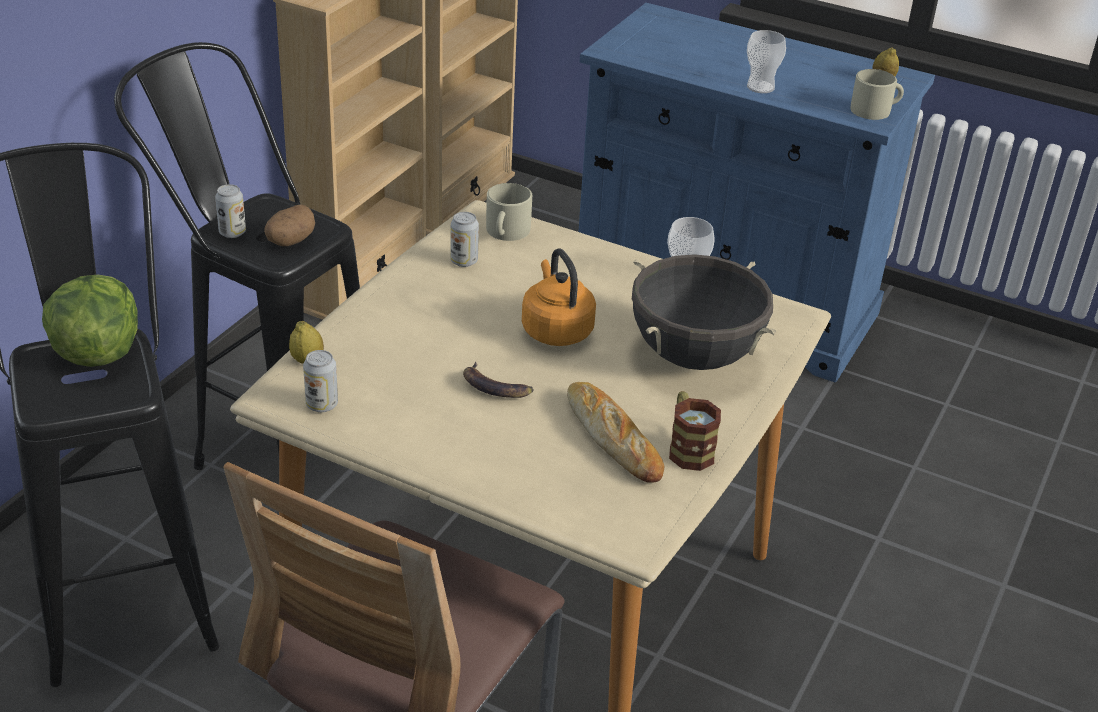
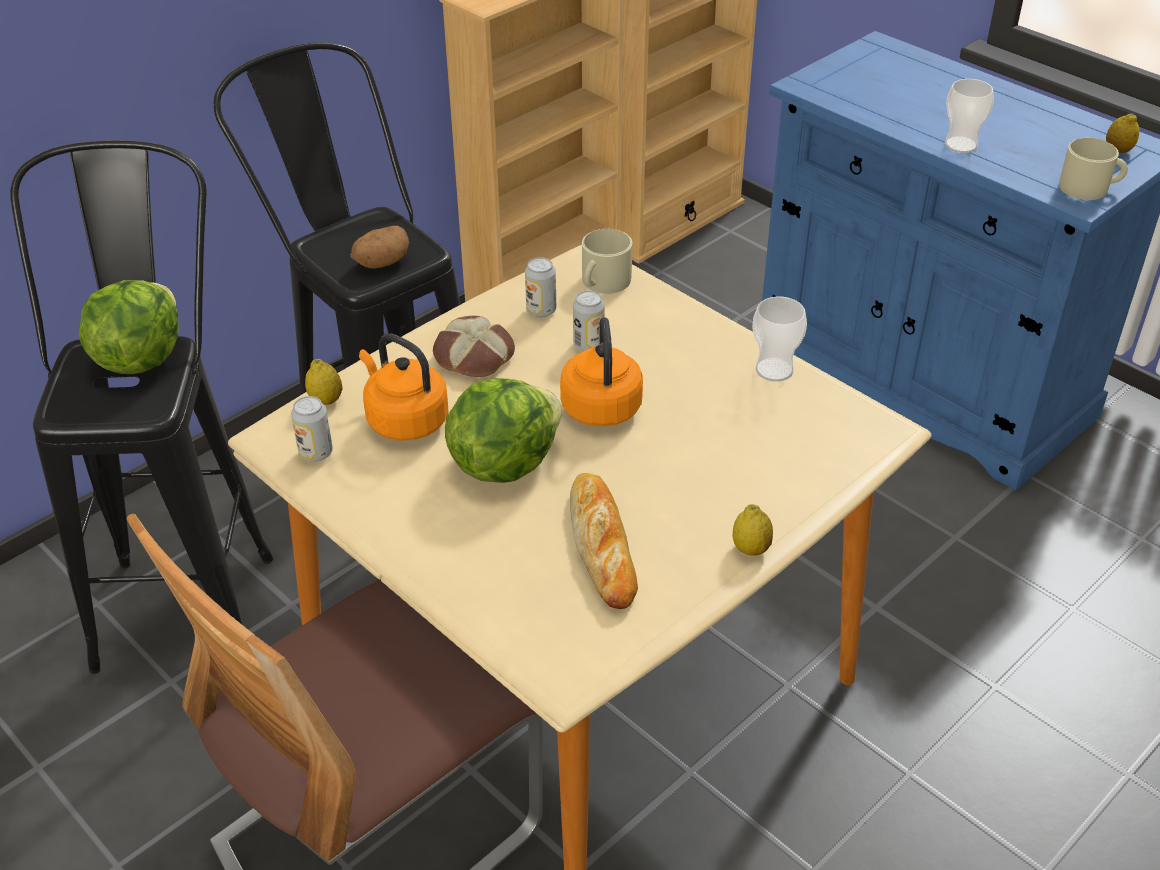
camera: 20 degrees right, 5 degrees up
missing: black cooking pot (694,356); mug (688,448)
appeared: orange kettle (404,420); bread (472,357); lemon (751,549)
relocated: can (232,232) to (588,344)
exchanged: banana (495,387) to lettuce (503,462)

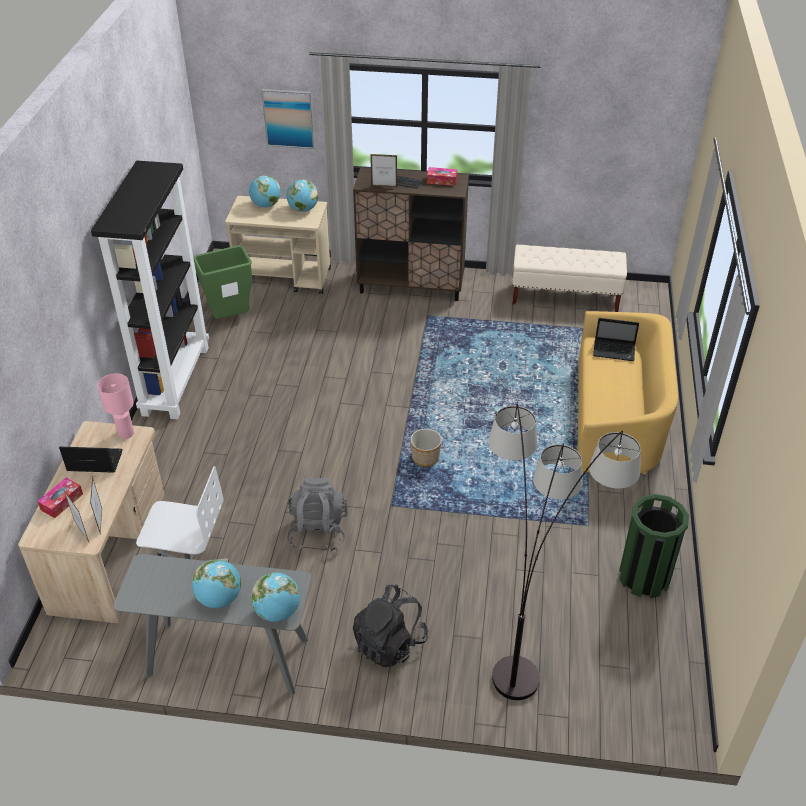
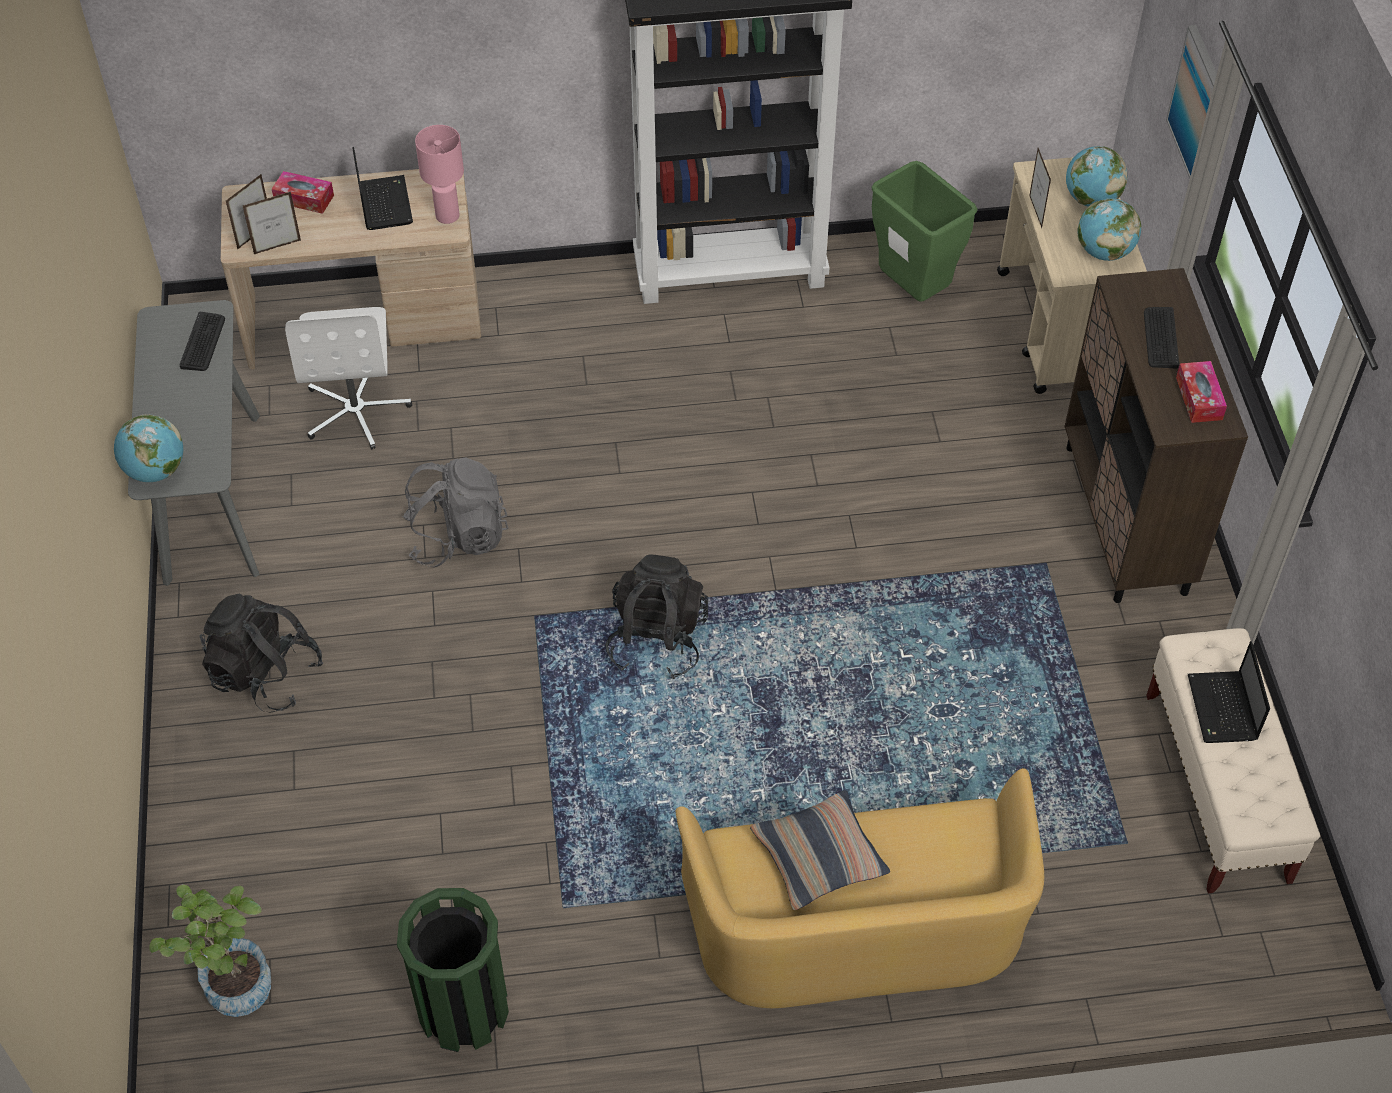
camera: 75 degrees right, 10 degrees up
missing: globe (219,599); floor lamp (531,633)
appeared: potted plant (231,981); keyboard (203,342); pillow (819,857)
relocated: picture frame (384,186) to (1035,212); laptop (615,351) to (1223,710)
exchanged: planter (425,458) to black backpack (657,640)

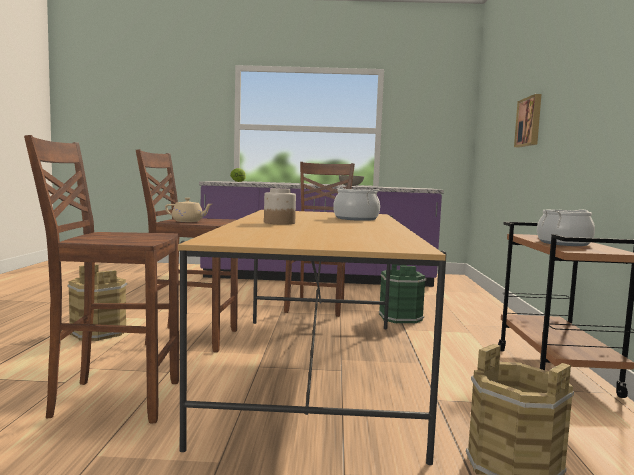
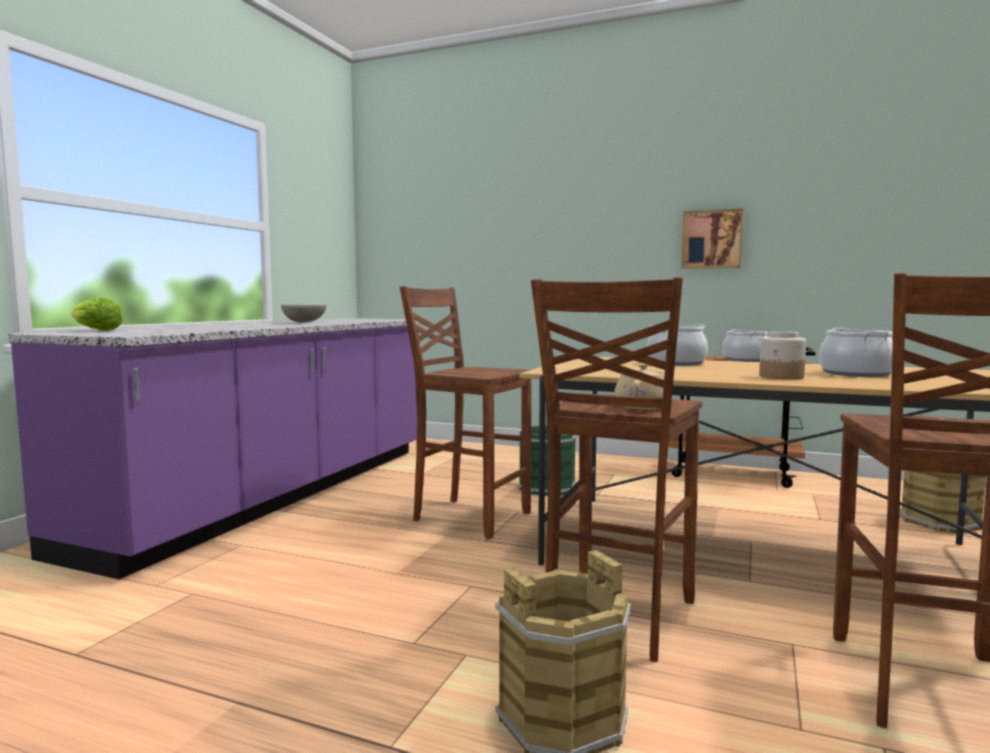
camera: 70 degrees left, 0 degrees up
appeared: cooking pot (856,374)
relocated: picture (530,122) to (712,239)

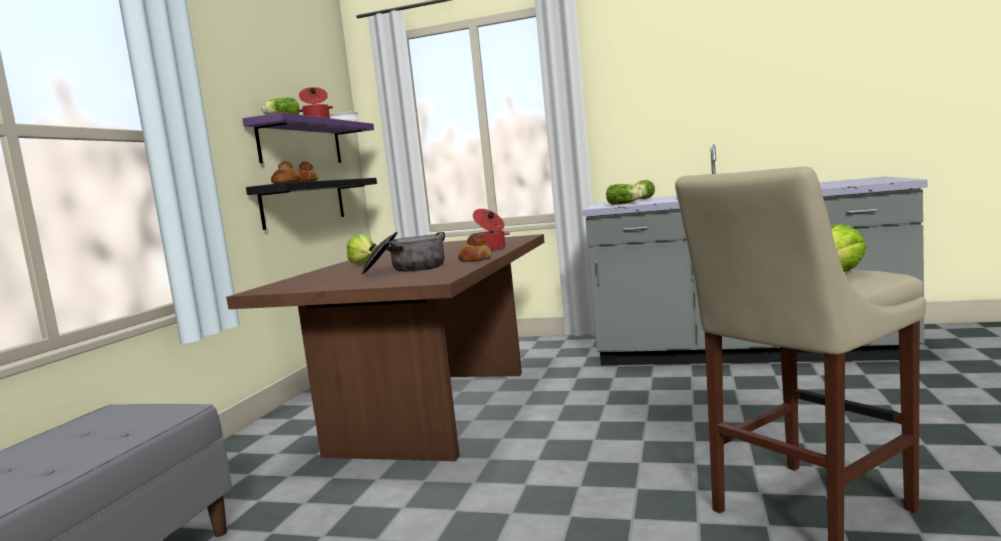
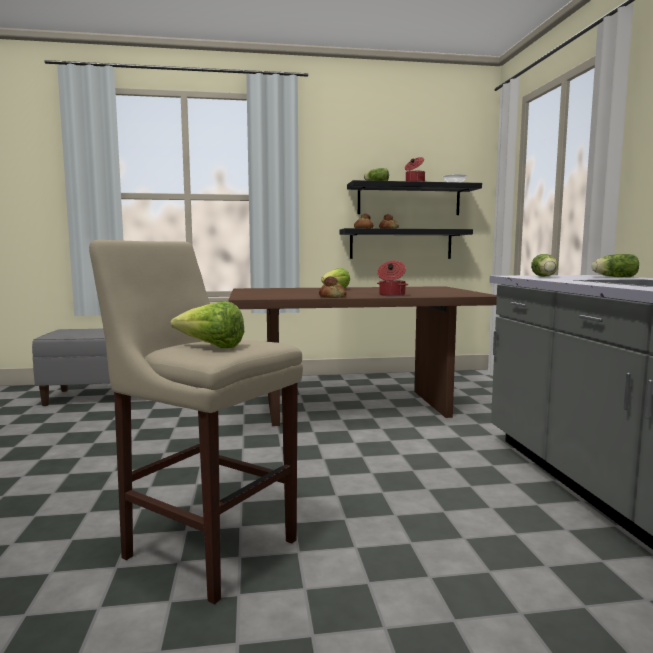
camera: 65 degrees right, 0 degrees up
missing: cooking pot (406,269)
colour: purple shelf (301,143) to black shelf (409,200)

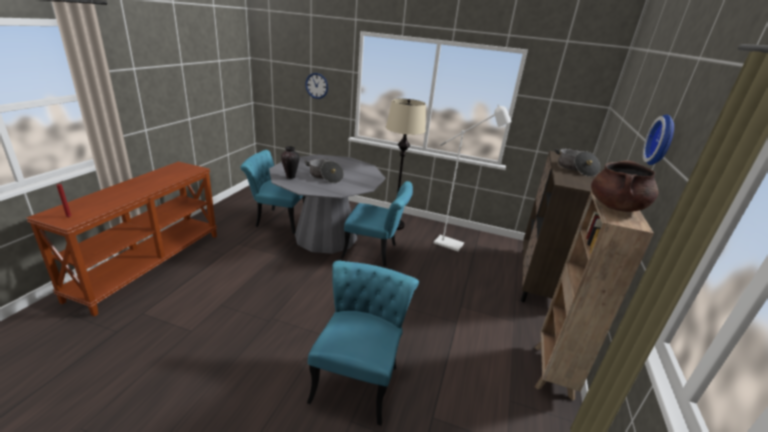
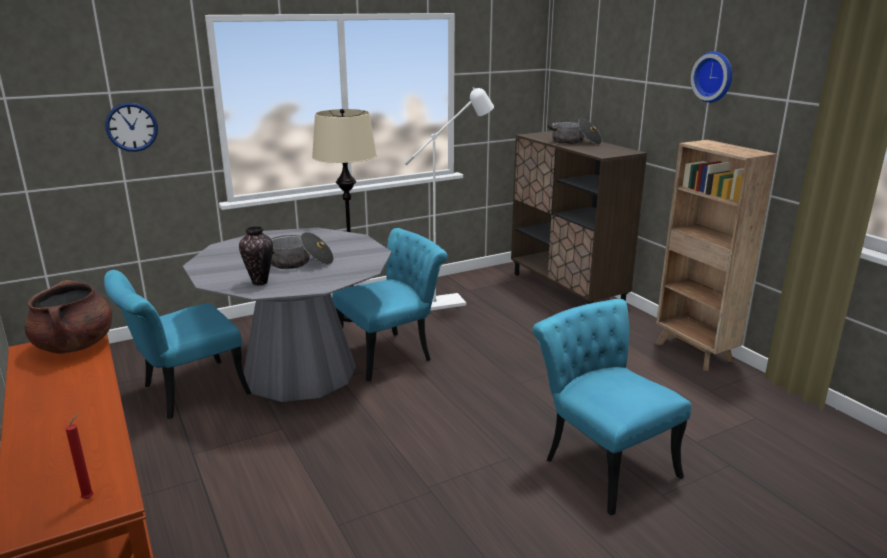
camera: 45 degrees left, 5 degrees down
relocated: brown cooking pot (616,207) to (75,346)

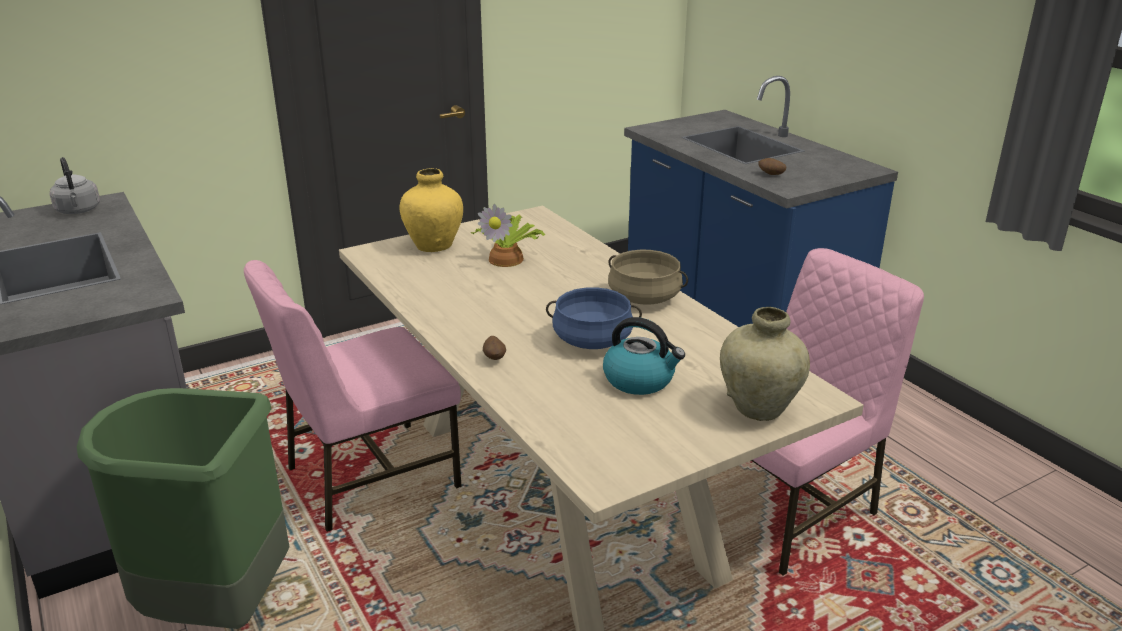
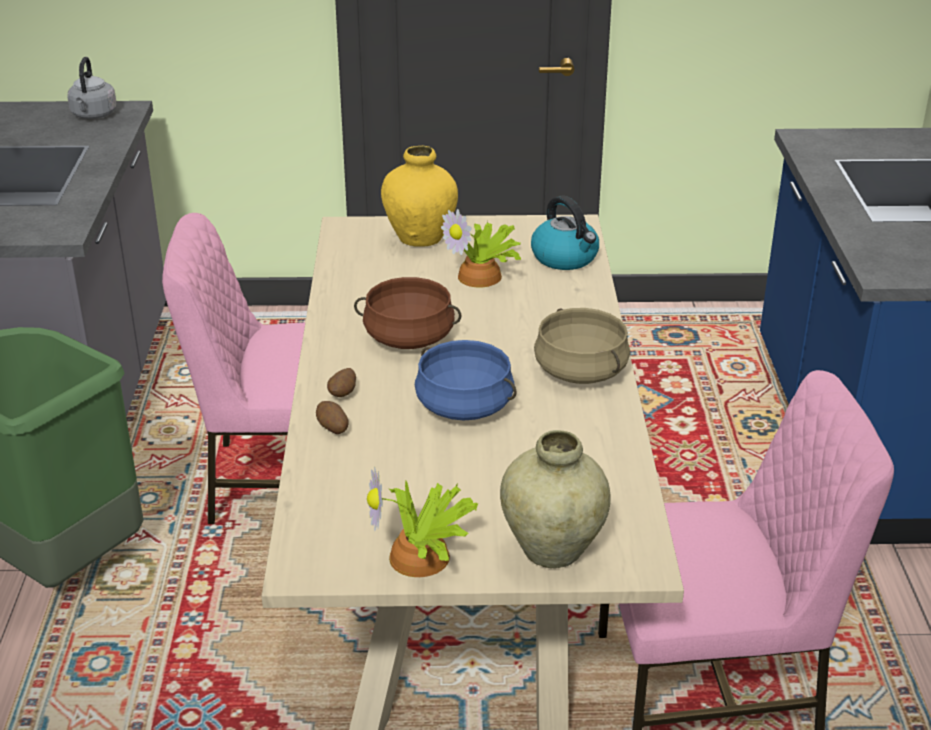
camera: 30 degrees right, 5 degrees up
appeared: brown cooking pot (408,338); potted plant (423,558)
relocated: kettle (640,380) to (565,258); potato (771,174) to (332,429)

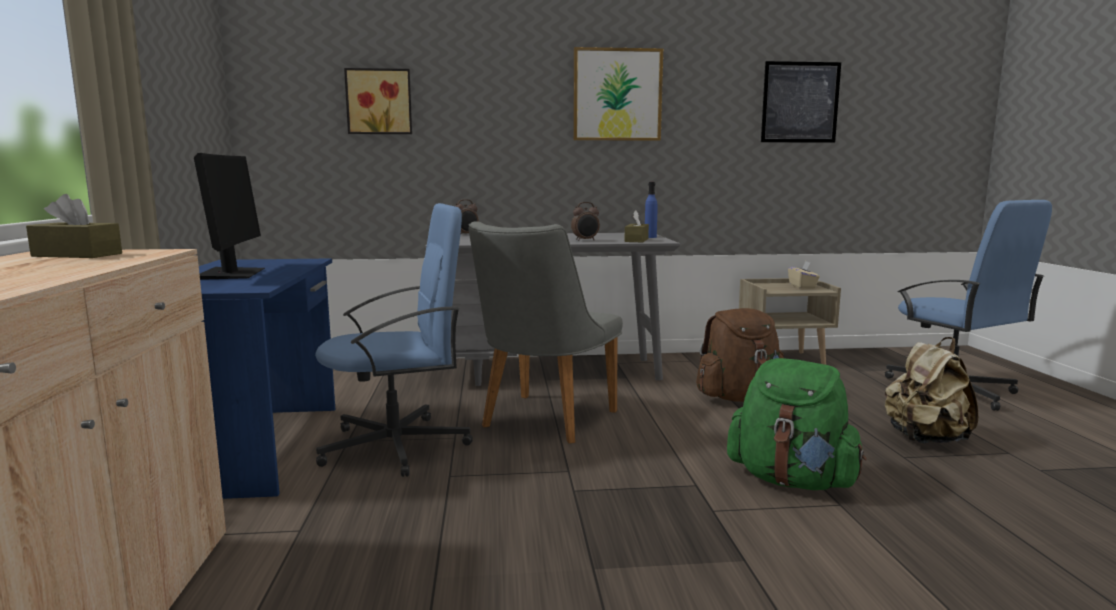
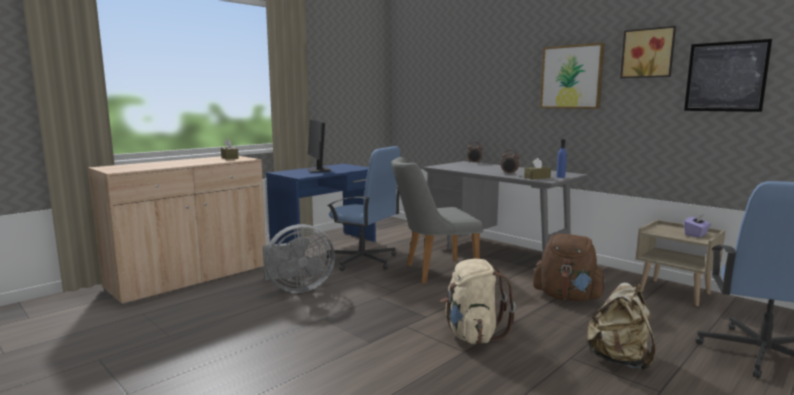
camera: 50 degrees right, 0 degrees up
appeared: grey fan (297,288)
relocated: picture (379,102) to (648,53)
colour: green backpack (791,480) to beige backpack (472,335); beige tissue box (802,286) to purple tissue box (696,234)
spun: monitor (232,274) = (318,170) 120 degrees clockwise

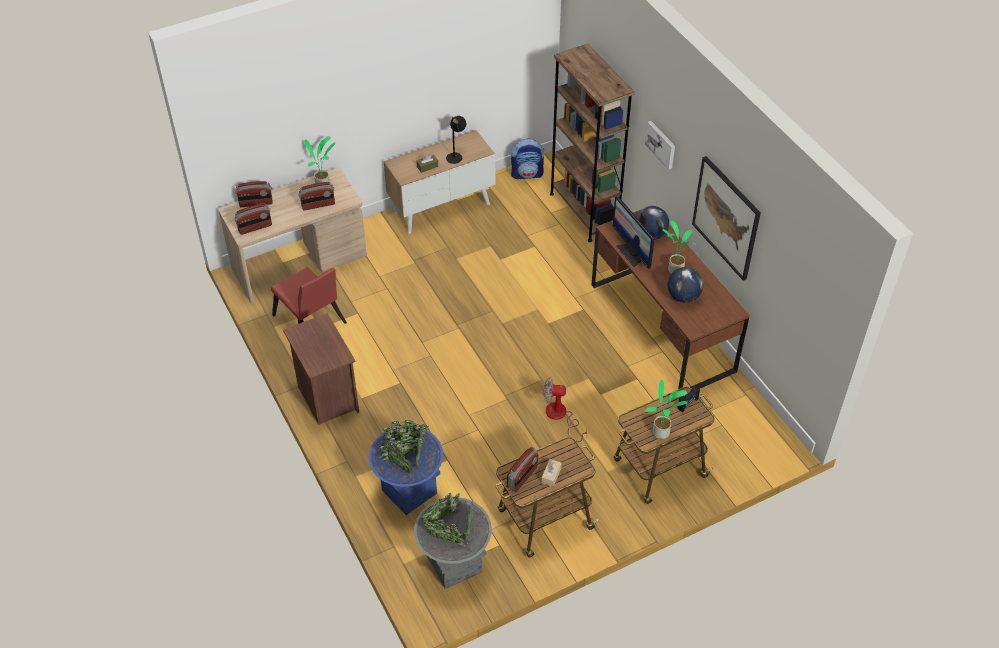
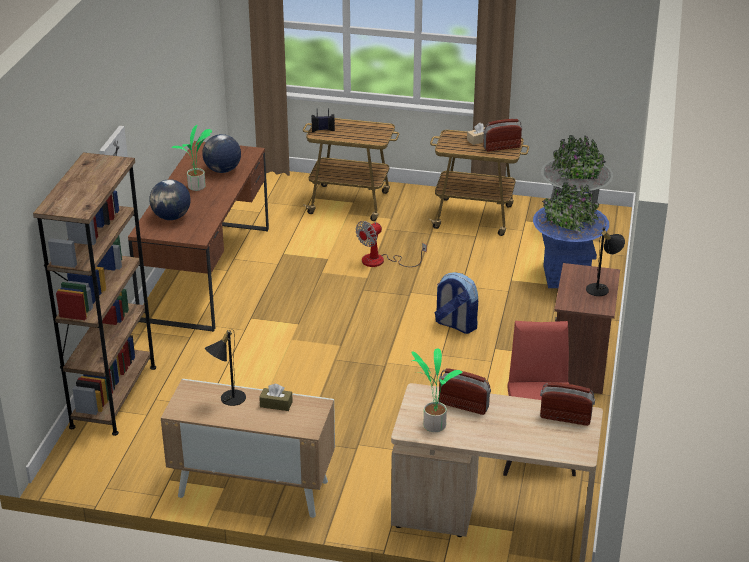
camera: 140 degrees left, 15 degrees down
missing: radio (256,203); monitor (632,253); potted plant (662,433); picture (726,217)
appeared: black table lamp (601,289)
relocated: backpack (527,174) to (455,325)
spun: fan (560,417) = (381,261) 90 degrees clockwise

